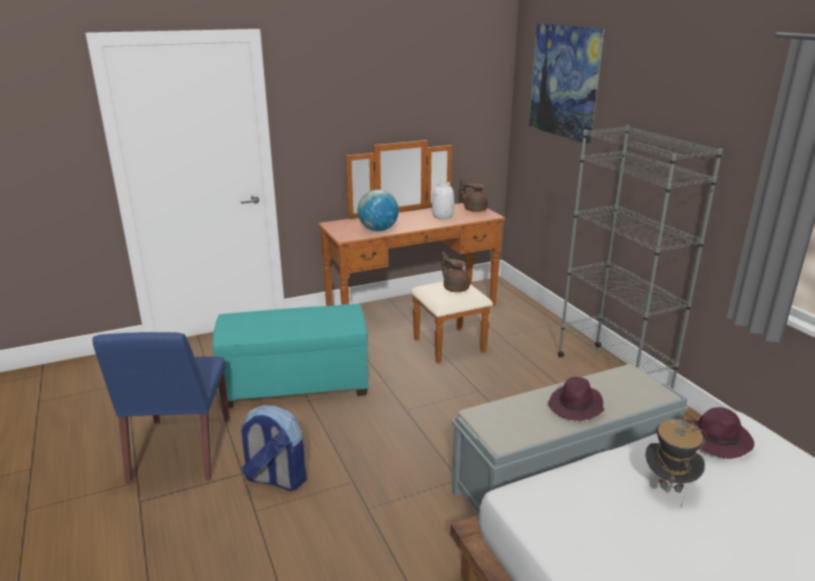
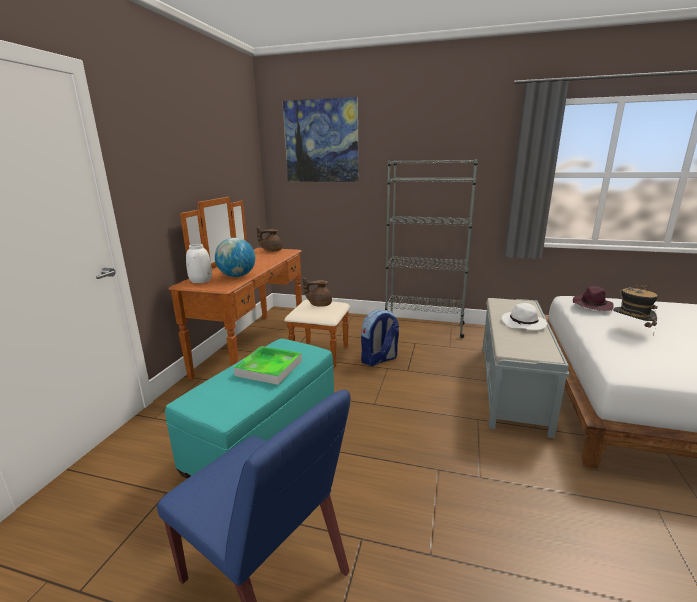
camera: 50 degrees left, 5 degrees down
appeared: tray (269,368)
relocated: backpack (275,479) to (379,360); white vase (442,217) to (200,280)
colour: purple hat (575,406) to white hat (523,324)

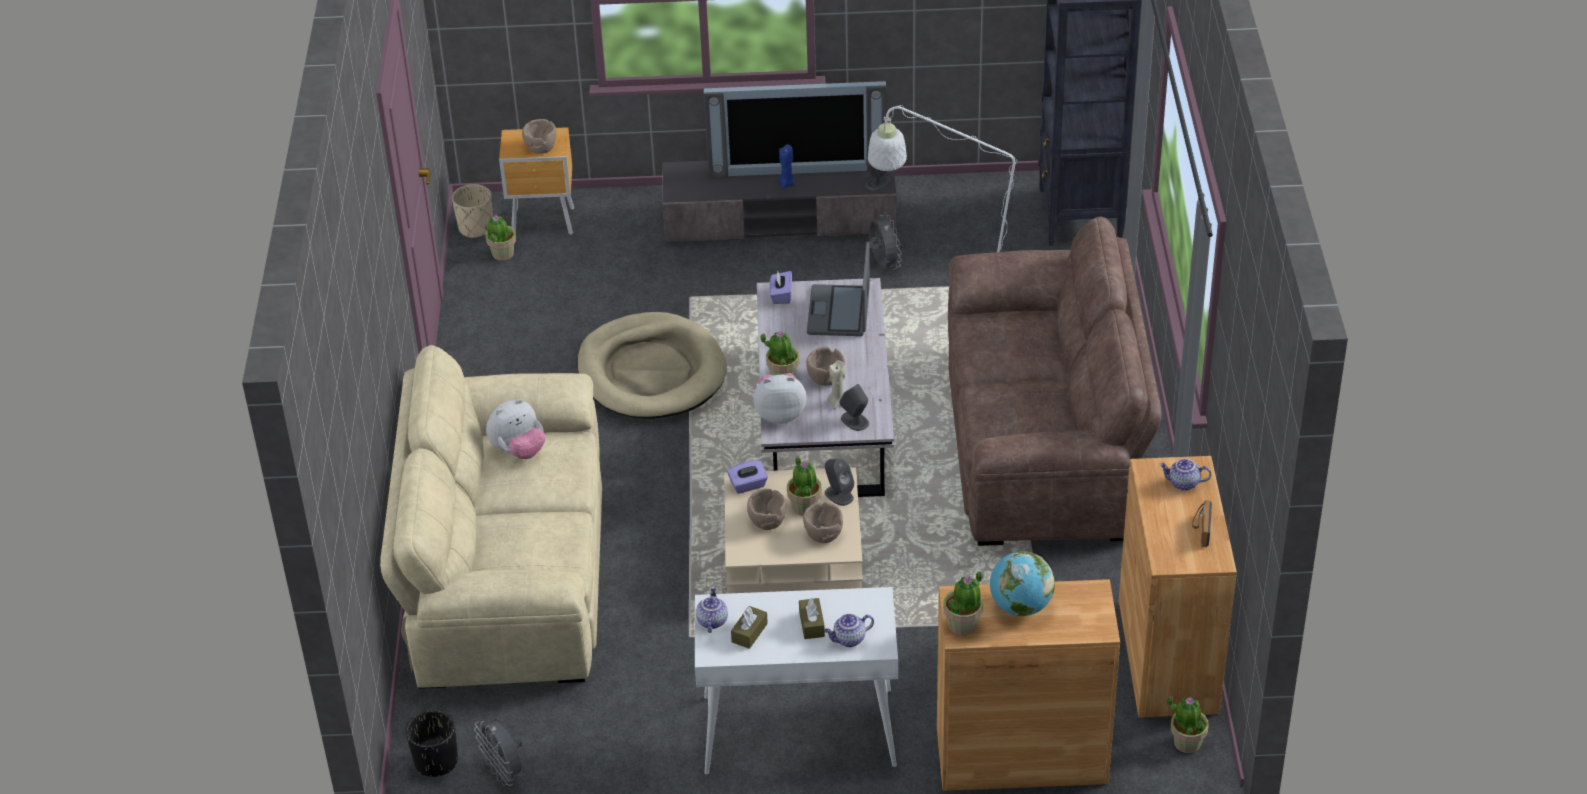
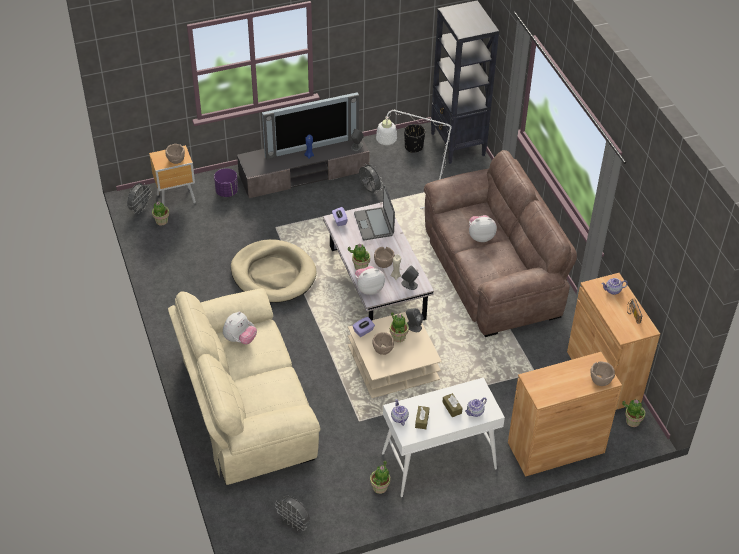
camera: 20 degrees left, 5 degrees up
missing: globe (1020,606)
appeared: purple planter (227,191); plush toy (480,236)
relocated: black planter (436,762) to (413,147); brown bowl (823,534) to (600,380); potted plant (963,624) to (380,487)
exchanged: beige planter (476,228) to grey fan (140,209)

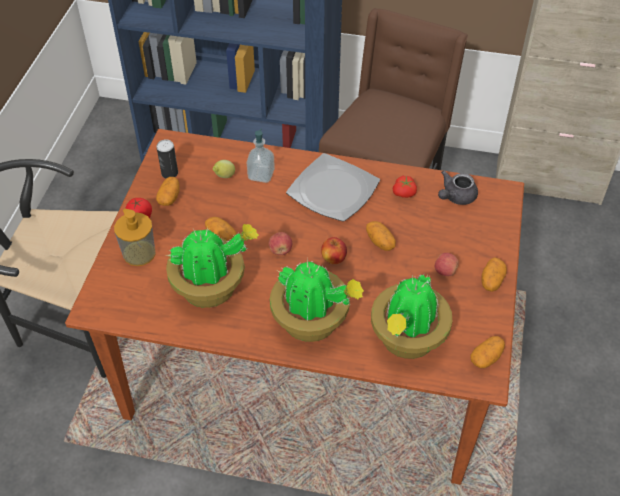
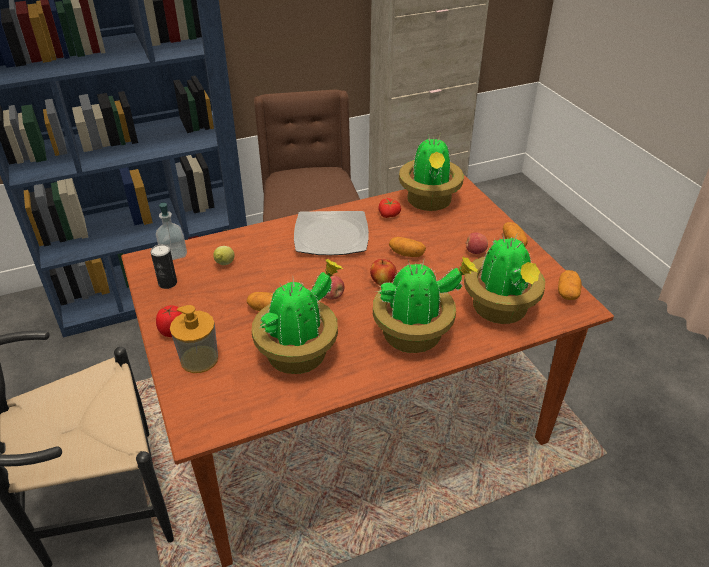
camera: 35 degrees left, 10 degrees down
missing: potato (169,198)
relocated: soap dispenser (261,175) to (173,254)
exchanged: grey teapot (455,197) to potted plant (429,202)

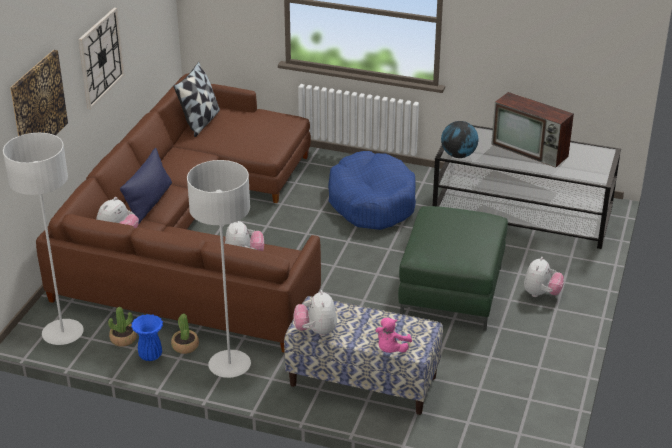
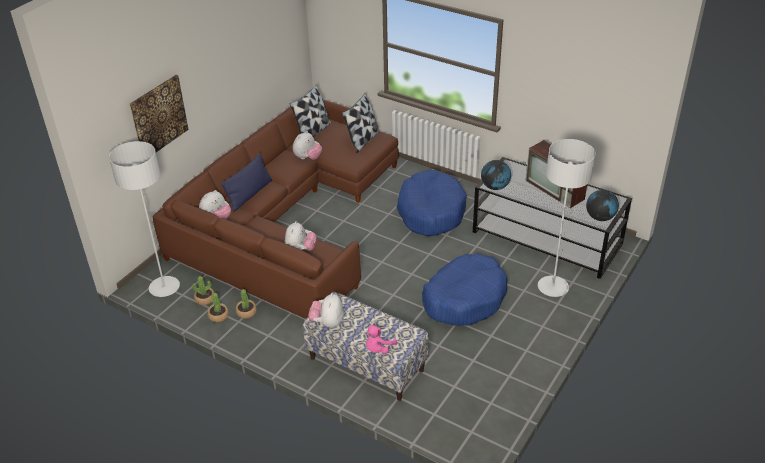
camera: 15 degrees right, 5 degrees up
missing: wall clock (100,57)
appeared: pillow (363,140); globe (600,217)
relocated: grey floor lamp (229,365) to (553,287); plush toy (541,294) to (307,158)
exchanged: blue vase (150,356) to potted plant (218,316); green ottoman (452,292) to blue dog bed (464,298)

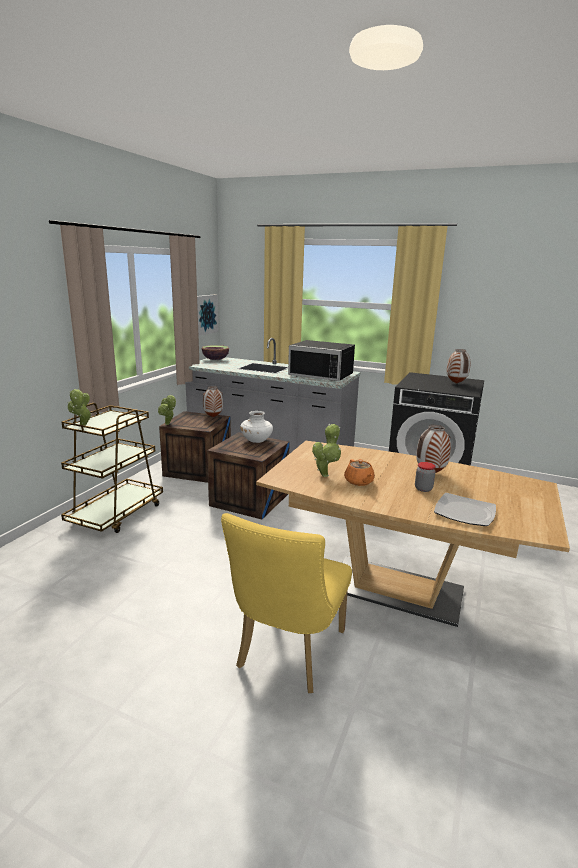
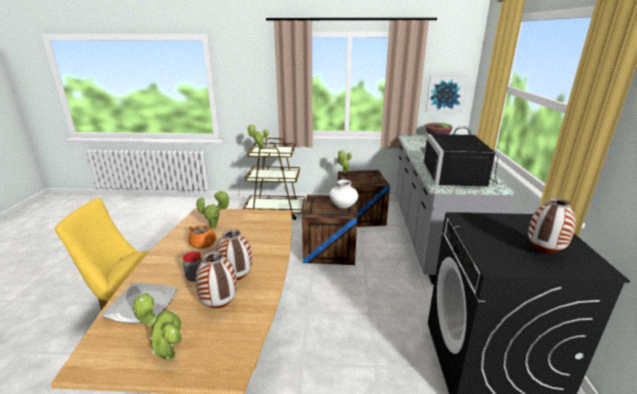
camera: 70 degrees right, 5 degrees up
appeared: potted plant (167,355)
relocated: vase (213,417) to (219,306)
spun: orange teapot (359,482) = (203,244) 105 degrees counterclockwise

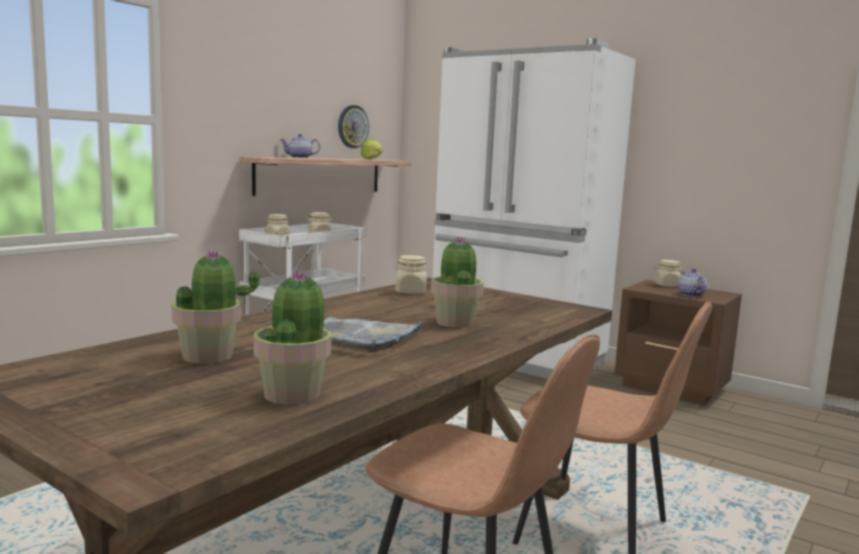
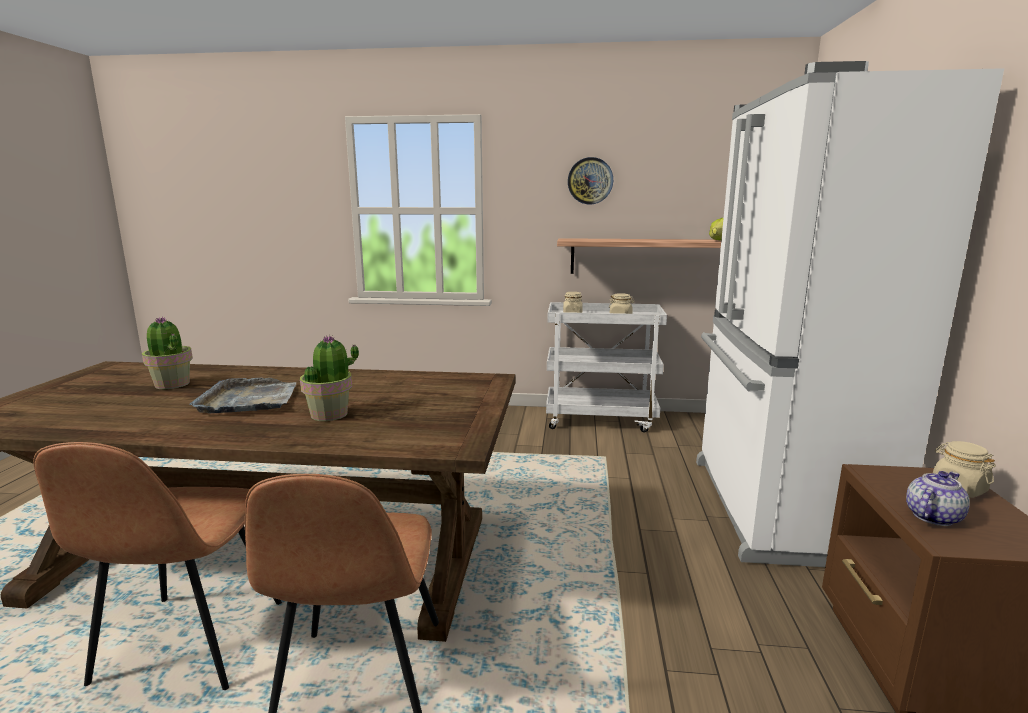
camera: 60 degrees right, 5 degrees up
missing: potted plant (293,394); teapot (299,157); beige jar (410,292)
relocated: wall clock (352,126) to (590,181)

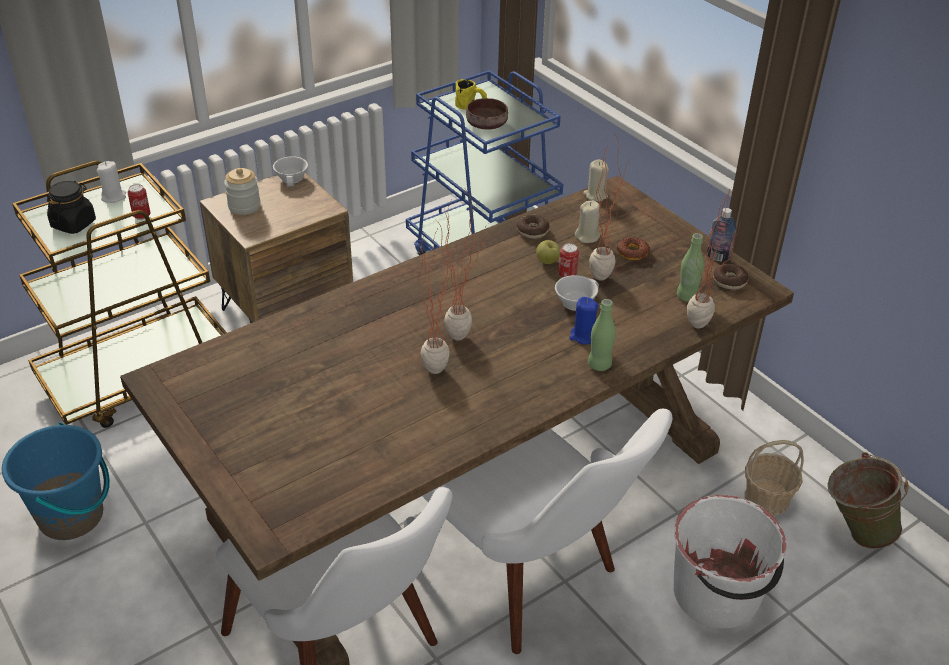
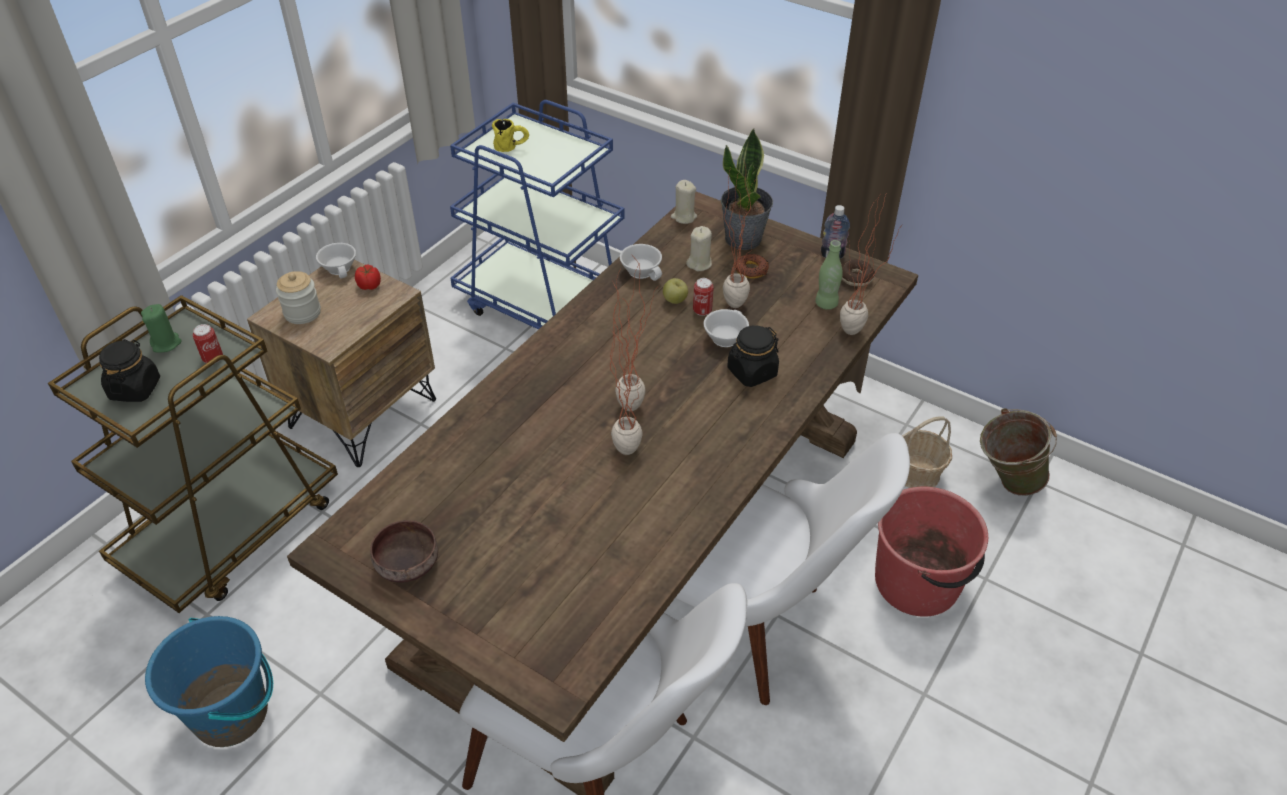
camera: 20 degrees left, 5 degrees up
missing: green bottle (599,364)
appeared: tomato (370,286); potted plant (744,239)
relocated: brown bowl (487,124) to (408,562)
exchanged: donut (532,231) to white cup (643,271); blue candle (583,336) to black jar (751,372)
colour: white candle (114,197) to green candle (166,343); white bucket (717,594) to red bucket (918,582)

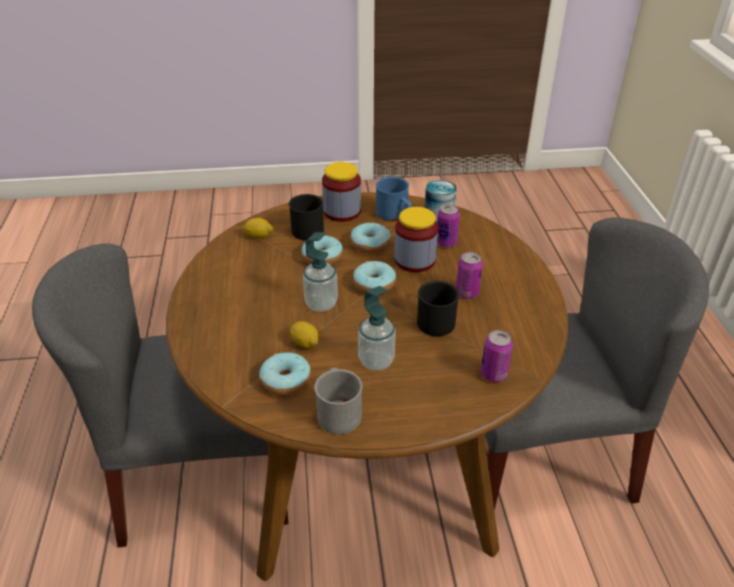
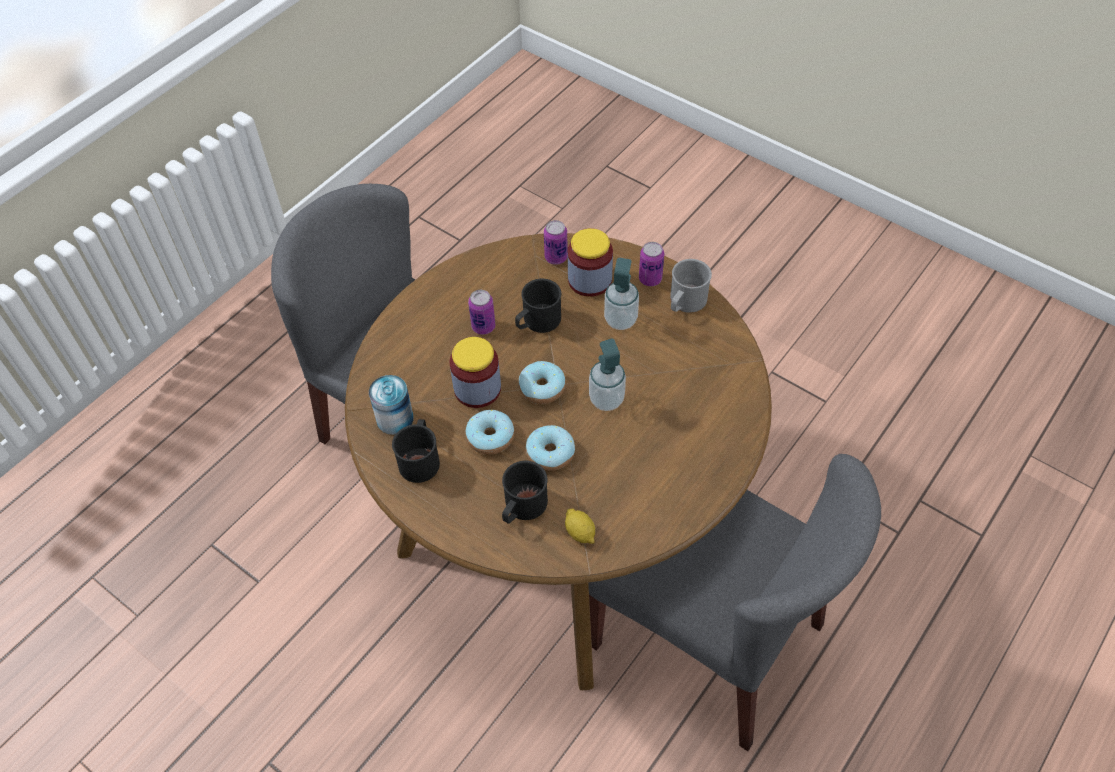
camera: 135 degrees left, 15 degrees up
missing: donut (286,381); lemon (305,343)
relocated: jar (342,211) to (590,280); can (446,243) to (650,279)
colour: blue mug (395,215) to black mug (420,459)

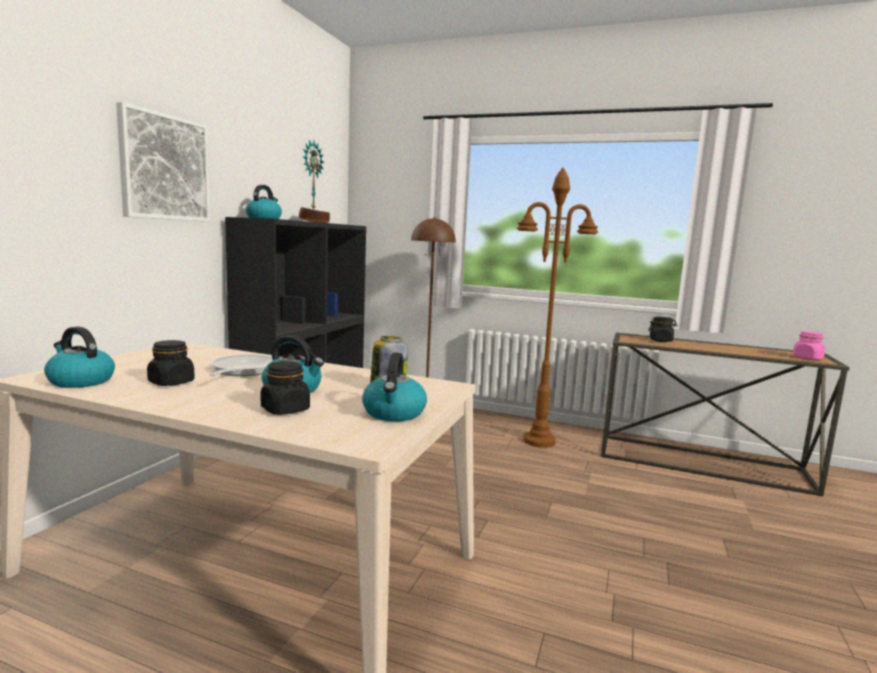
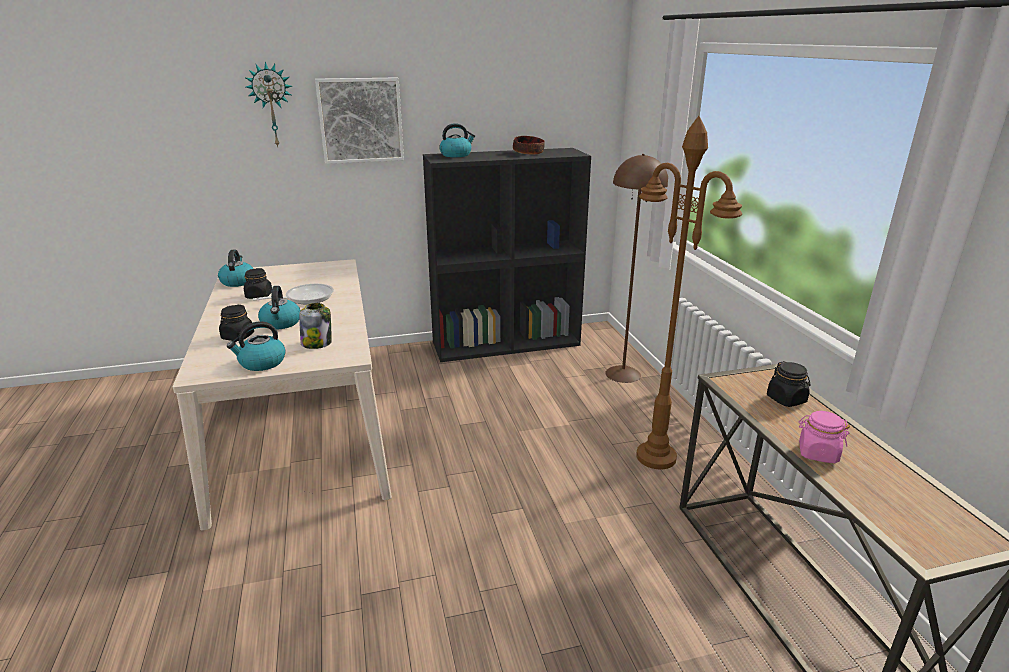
camera: 55 degrees right, 15 degrees up
relocated: wall clock (311,175) to (271,105); pink jar (807,358) to (817,453)

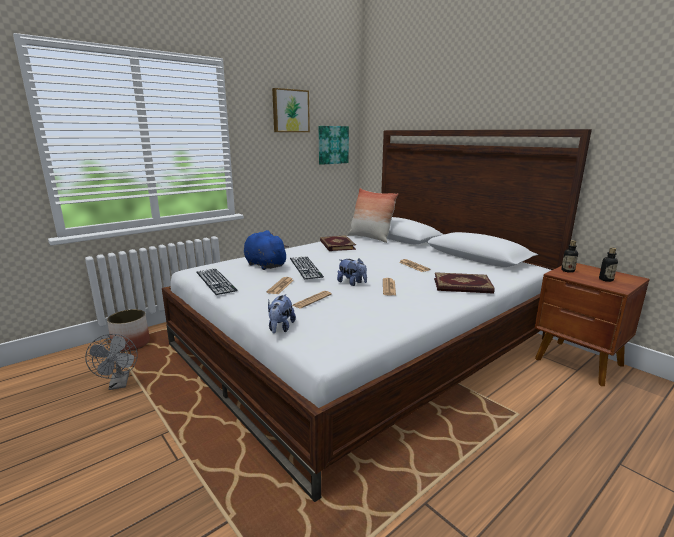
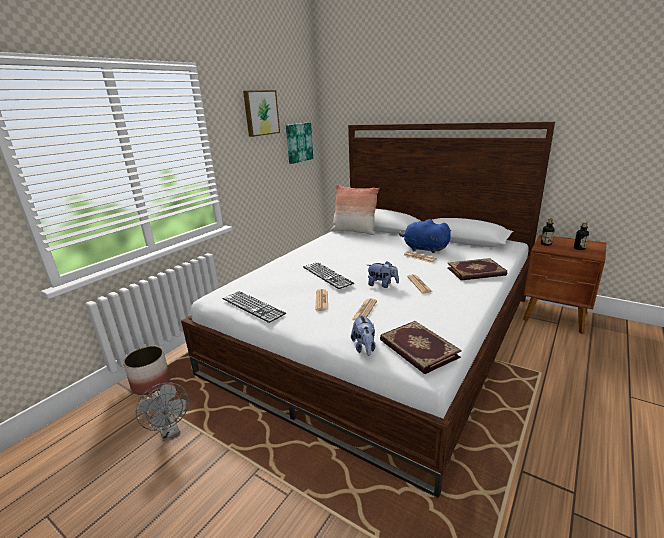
camera: 15 degrees left, 5 degrees up
relocated: blue plush toy (264,265) to (423,249); book (336,245) to (417,349)

